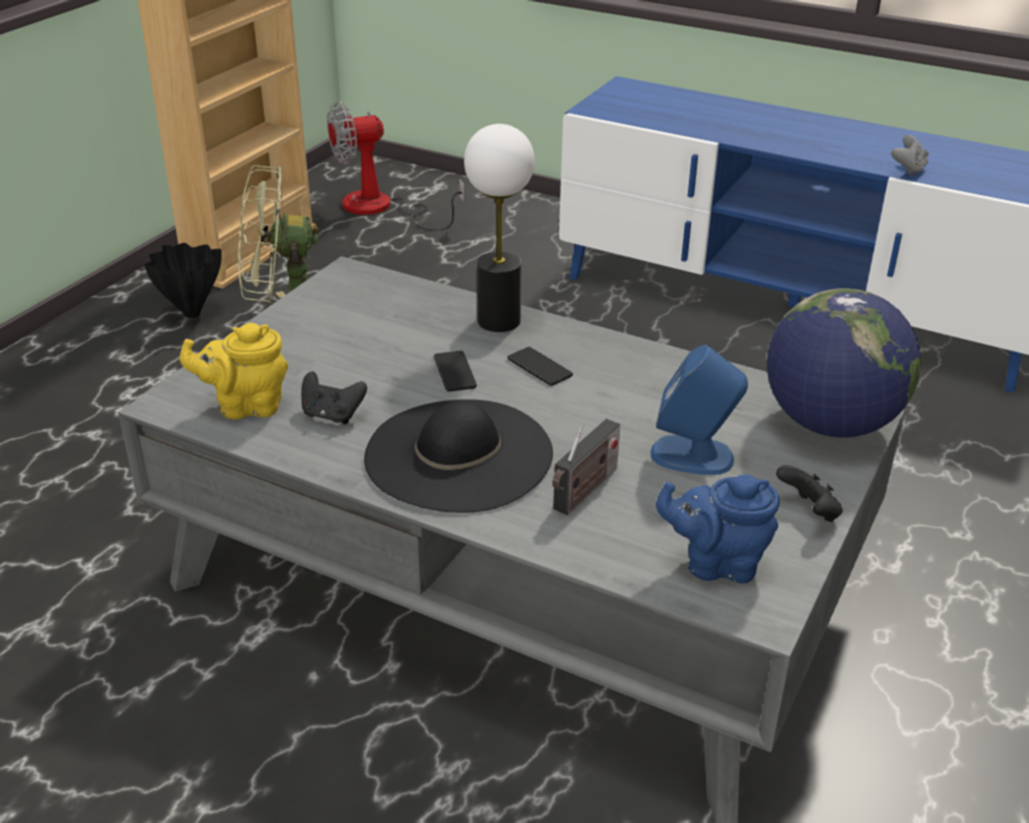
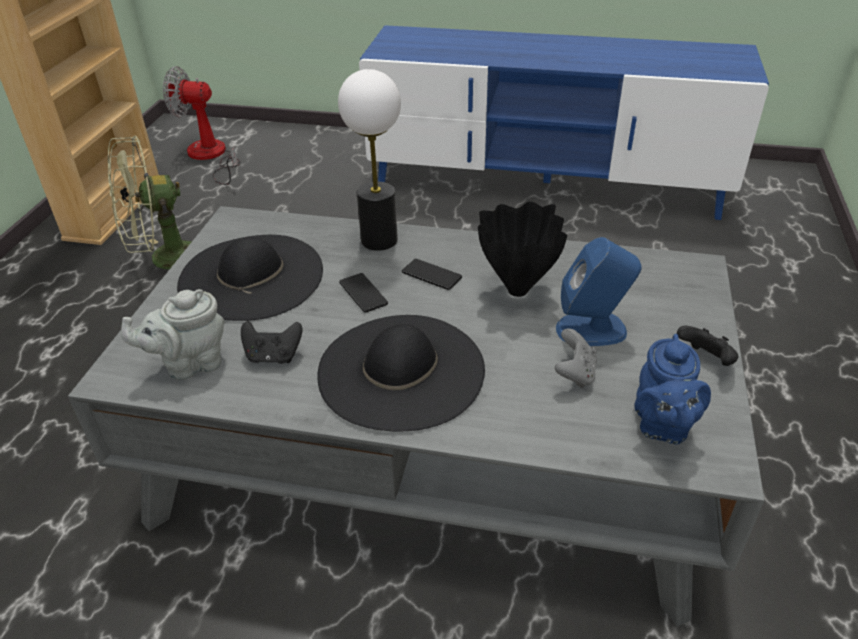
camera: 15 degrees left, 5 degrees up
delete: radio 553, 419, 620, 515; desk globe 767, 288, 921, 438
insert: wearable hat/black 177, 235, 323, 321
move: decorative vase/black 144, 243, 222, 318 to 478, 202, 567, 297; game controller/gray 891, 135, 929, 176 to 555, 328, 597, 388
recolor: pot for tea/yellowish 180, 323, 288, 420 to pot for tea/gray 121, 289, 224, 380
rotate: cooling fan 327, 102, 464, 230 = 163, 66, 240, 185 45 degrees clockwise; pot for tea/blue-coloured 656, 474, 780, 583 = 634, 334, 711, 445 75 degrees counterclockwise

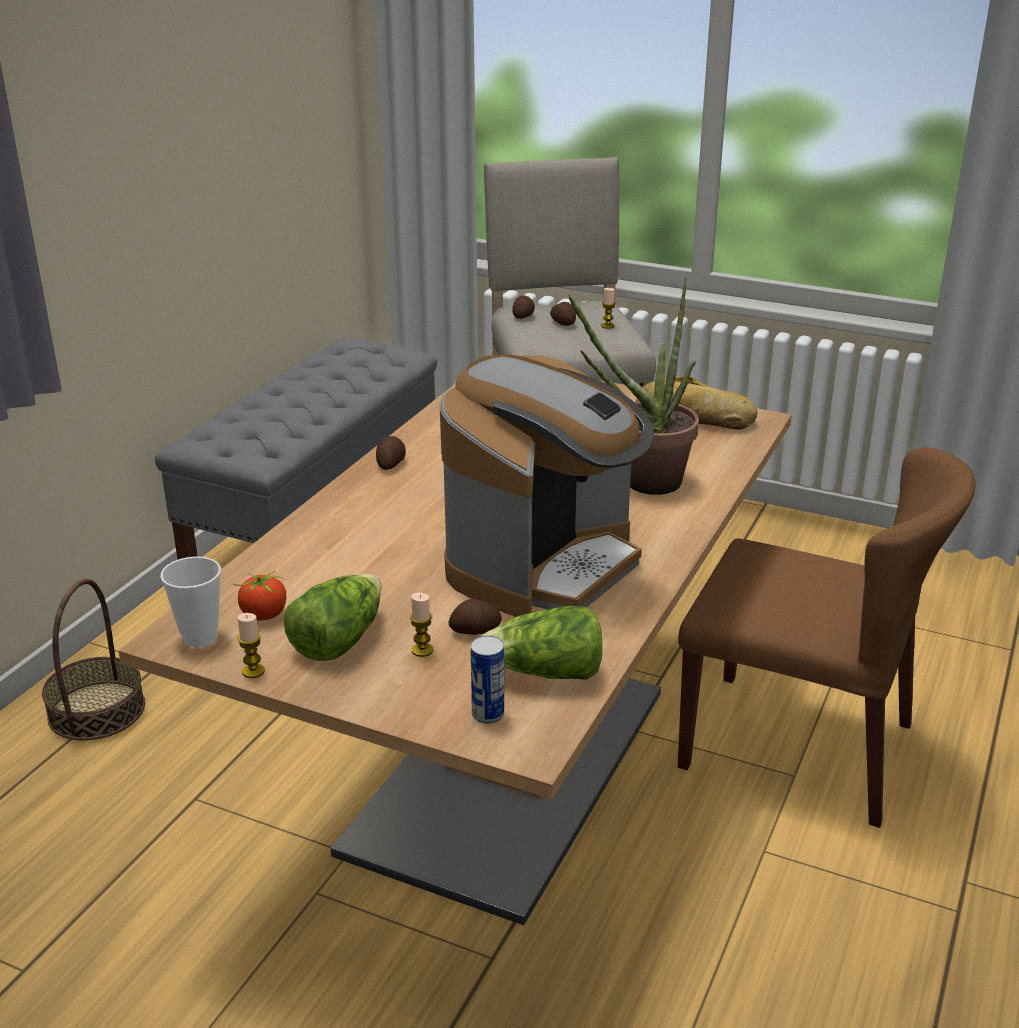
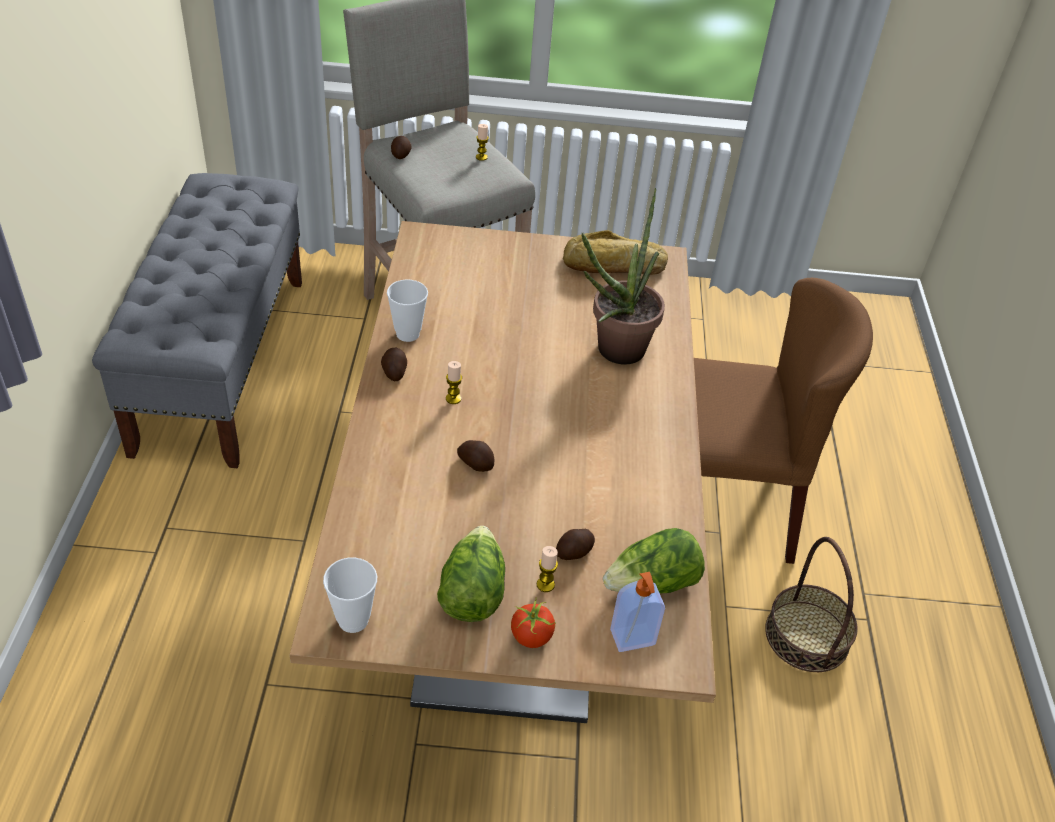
camera: 25 degrees left, 15 degrees up
delete: coffee maker 440, 354, 654, 617
insert: drinking cup 387, 279, 428, 342
move: basket 42, 579, 145, 741 to 765, 537, 858, 672; whole tomato 233, 571, 286, 621 to 511, 597, 556, 648; wax light 237, 613, 265, 678 to 446, 361, 462, 404; potato 550, 302, 576, 326 to 457, 440, 495, 472
replace: metal can 471, 636, 504, 724 to soap dispenser 610, 572, 665, 652

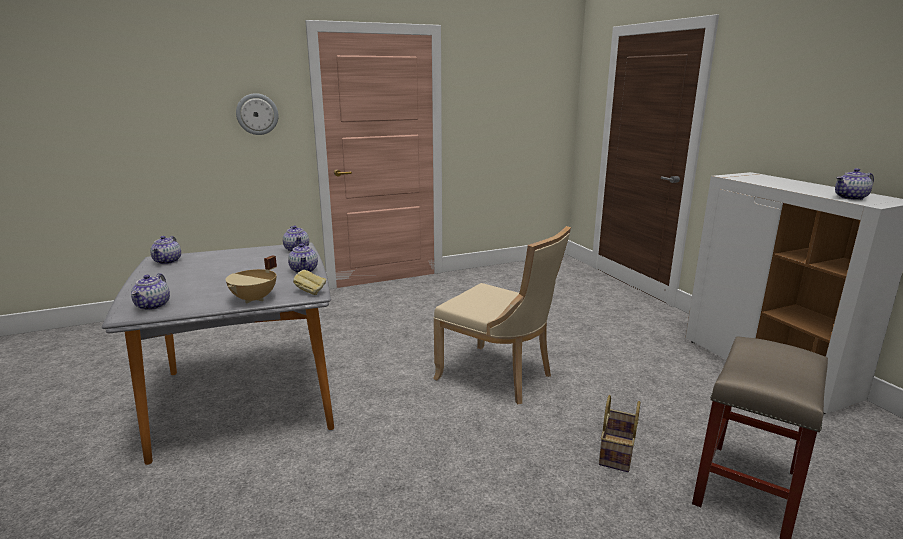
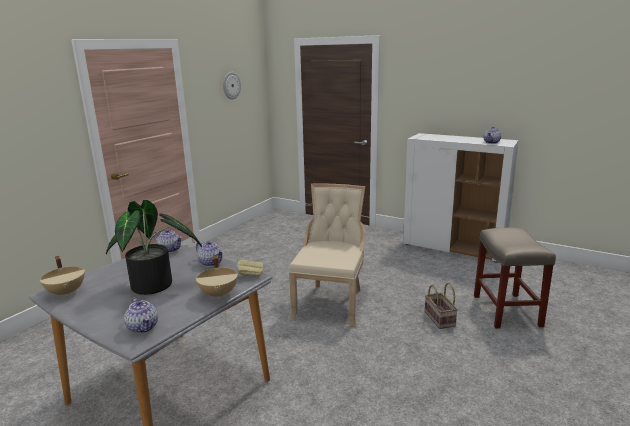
camera: 35 degrees left, 0 degrees up
insert: plant in a pot 106, 200, 202, 295
move: clock on the wall 236, 93, 279, 135 to 223, 72, 241, 100
replace: pot for tea 150, 236, 181, 264 to saucepot/beige 40, 256, 85, 297
rotate: upright chair/beige 433, 226, 571, 404 = 289, 184, 366, 326 75 degrees counterclockwise

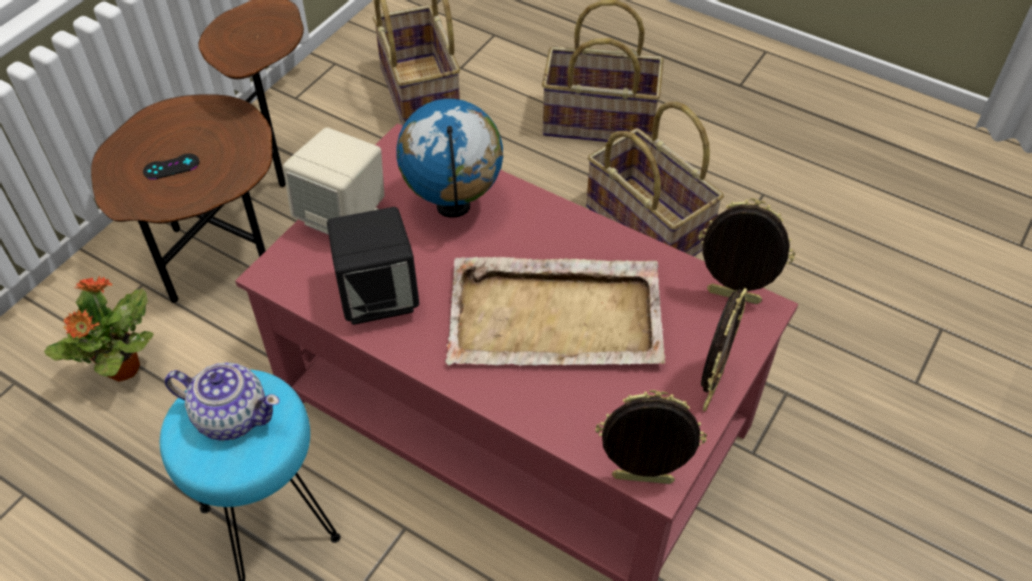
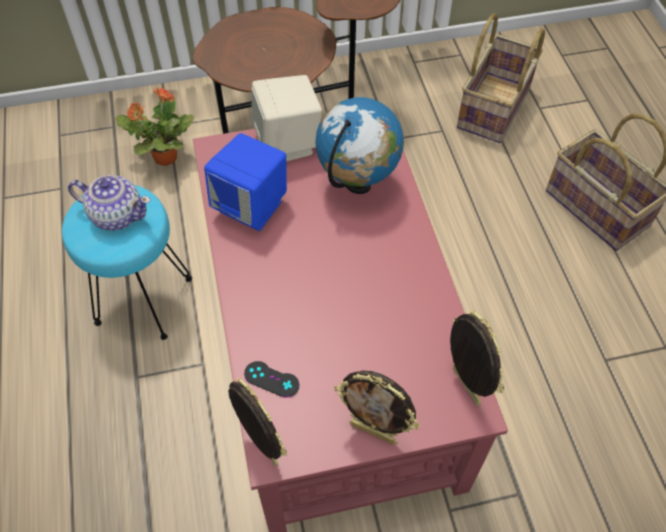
camera: 45 degrees right, 5 degrees up
delete: tray/beige 445, 257, 665, 366; basket 586, 102, 724, 256
move: game controller/black 143, 153, 199, 180 to 244, 361, 299, 398
recolor: loudspeaker/black 327, 207, 419, 325 to loudspeaker/blue-coloured 204, 133, 287, 231
rotate: pot for tea 165, 362, 280, 441 = 68, 175, 151, 231 45 degrees counterclockwise; photo frame 701, 288, 747, 412 = 334, 370, 420, 445 45 degrees clockwise

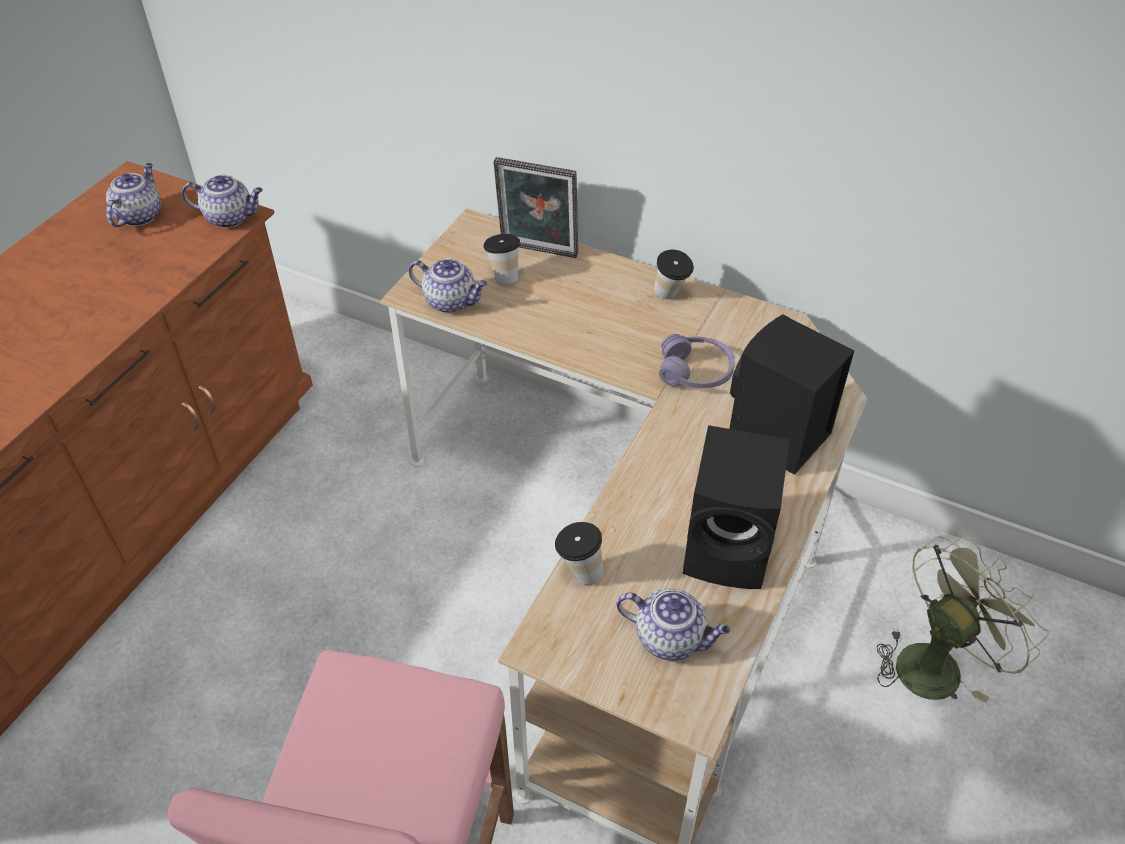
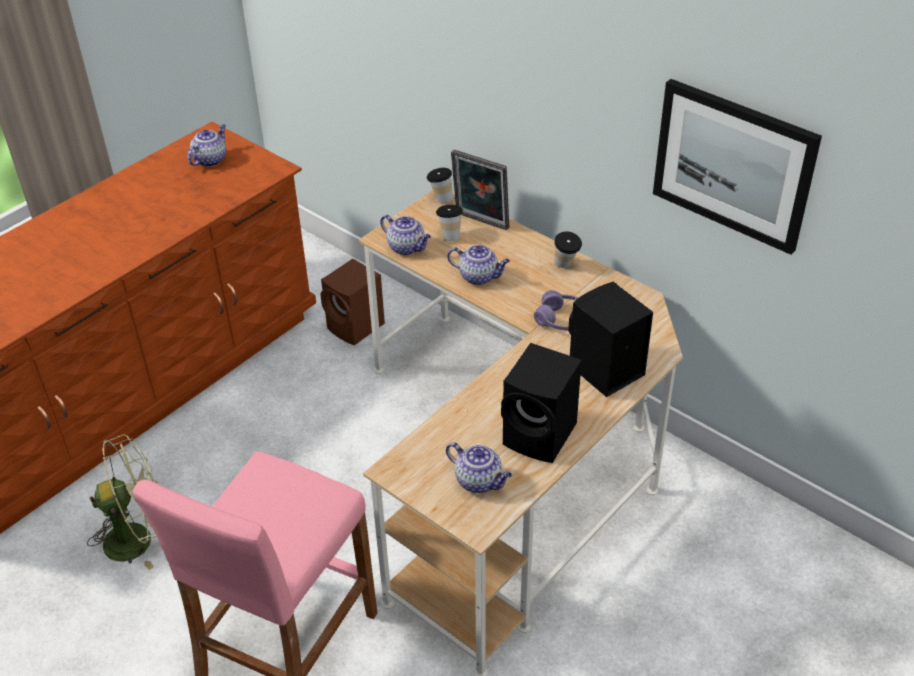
camera: 15 degrees right, 5 degrees down
insert: loudspeaker/brown 320, 259, 385, 346; picture 653, 79, 822, 255
move: pot for tea 182, 175, 263, 228 to 447, 245, 510, 285; drinking cup 555, 522, 604, 585 to 427, 168, 453, 203; cooling fan/green 877, 535, 1049, 703 to 87, 435, 158, 570

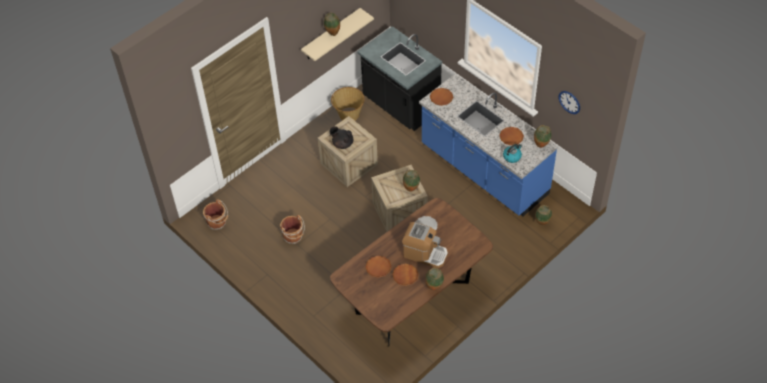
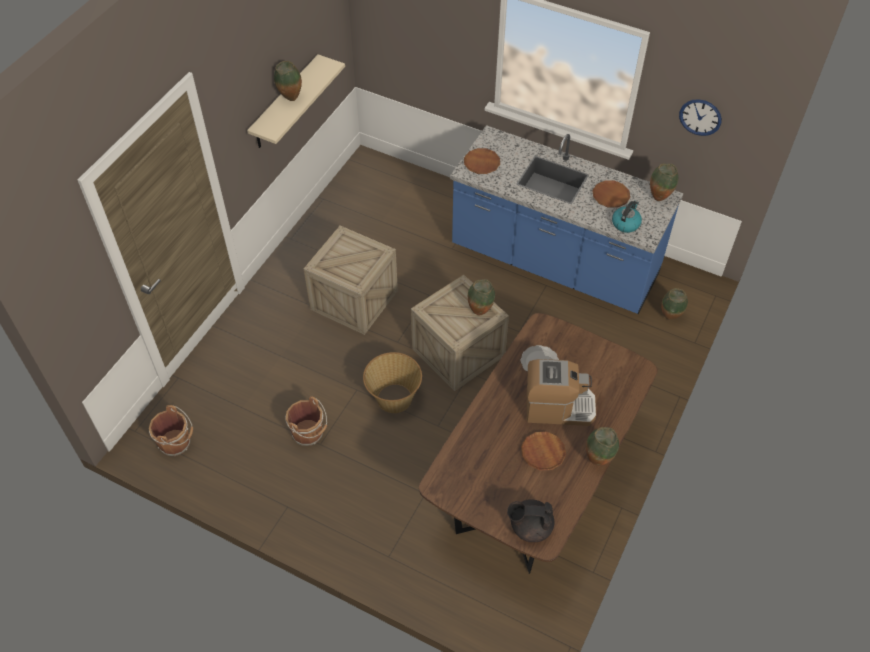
camera: 20 degrees left, 0 degrees up
delete: kitchen counter/black 357, 26, 442, 131; flat dish/brown 366, 256, 391, 278
move: pot for tea/black 329, 126, 353, 149 to 507, 499, 554, 542; basket 331, 87, 364, 121 to 363, 352, 422, 413

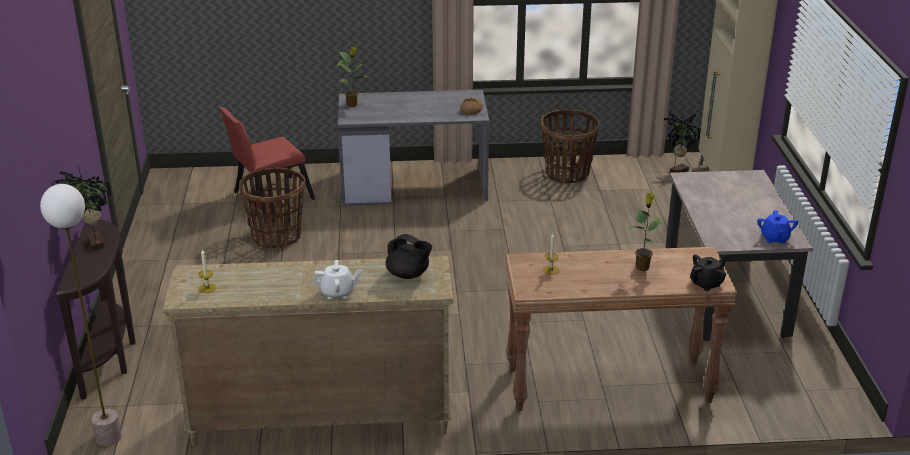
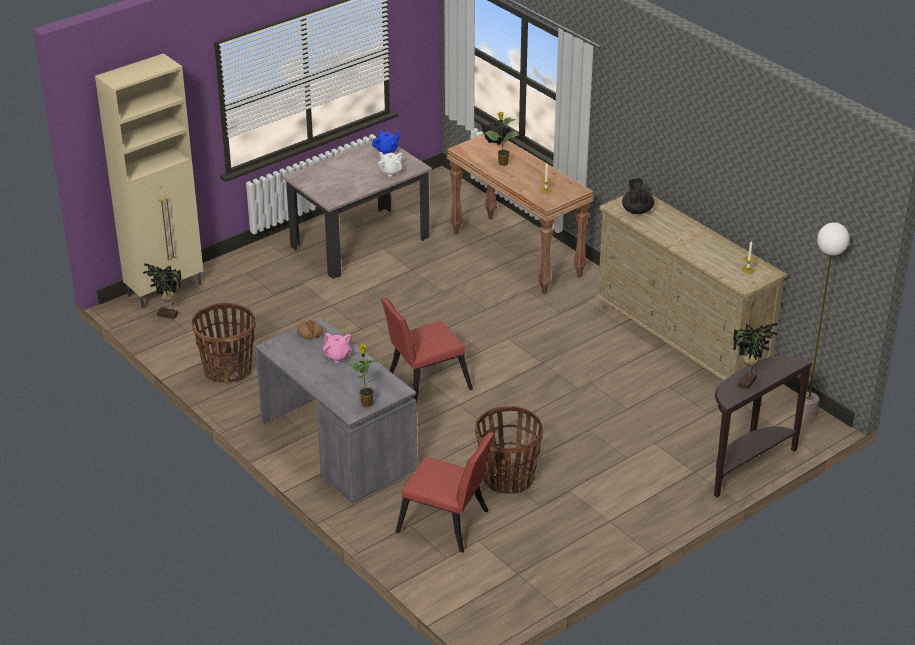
camera: 125 degrees left, 5 degrees up
insert: pot for tea/pink-coloured 323, 333, 351, 363; upright chair/red 381, 297, 473, 404
move: pot for tea/white 313, 260, 362, 299 to 378, 152, 402, 177

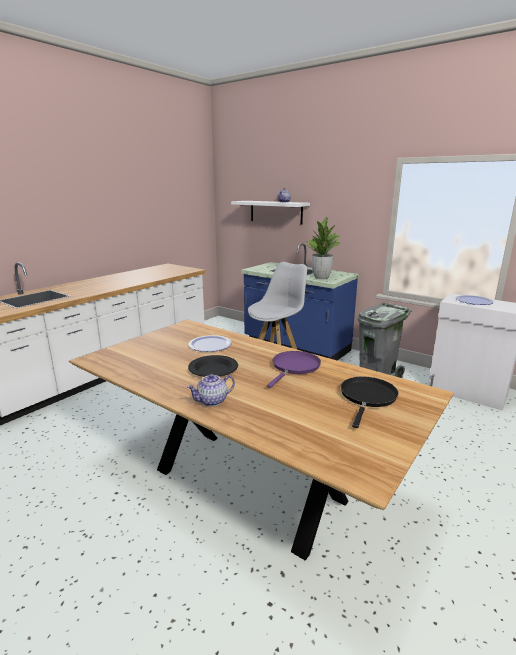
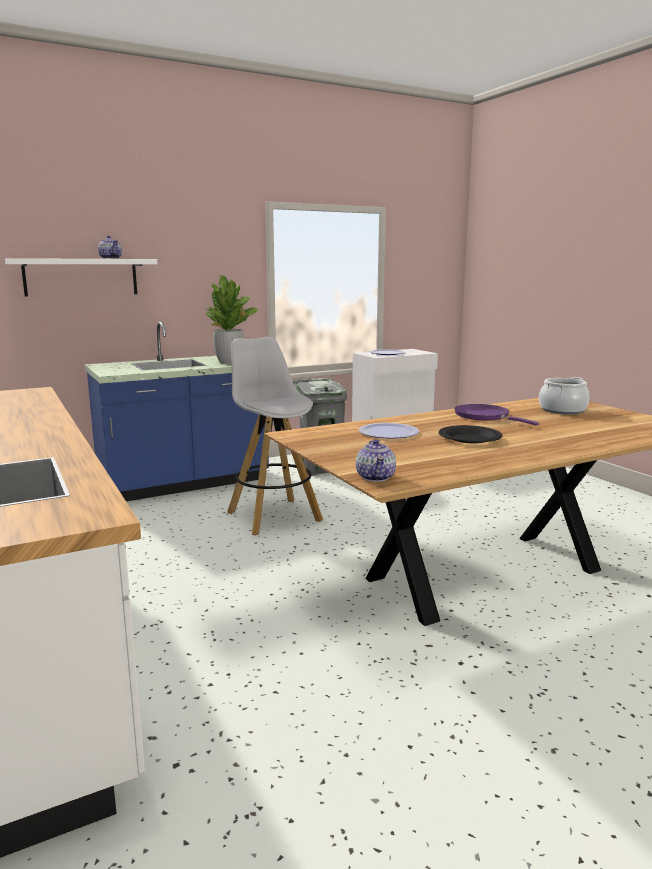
camera: 65 degrees left, 5 degrees down
move: pot for tea 187, 374, 235, 407 to 356, 439, 396, 482
replace: skillet/black 341, 377, 399, 428 to saucepot 539, 377, 589, 414

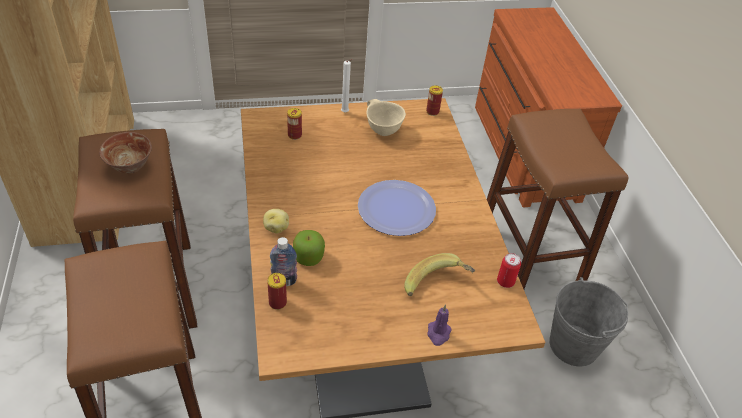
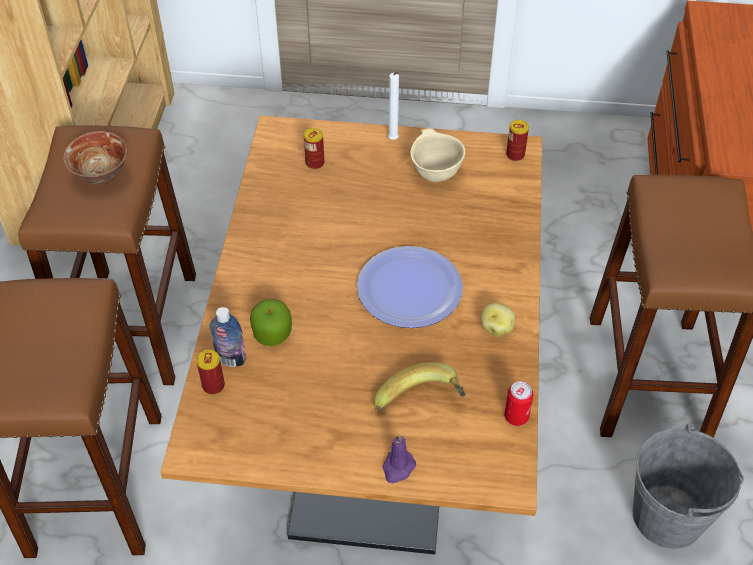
camera: 20 degrees right, 5 degrees up
move: potato 263, 209, 289, 234 to 481, 303, 515, 336

